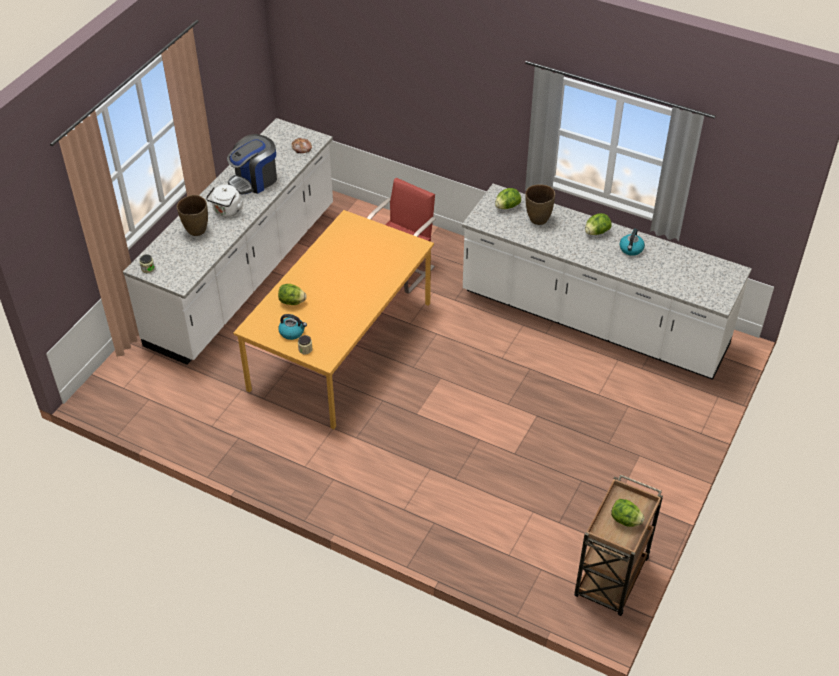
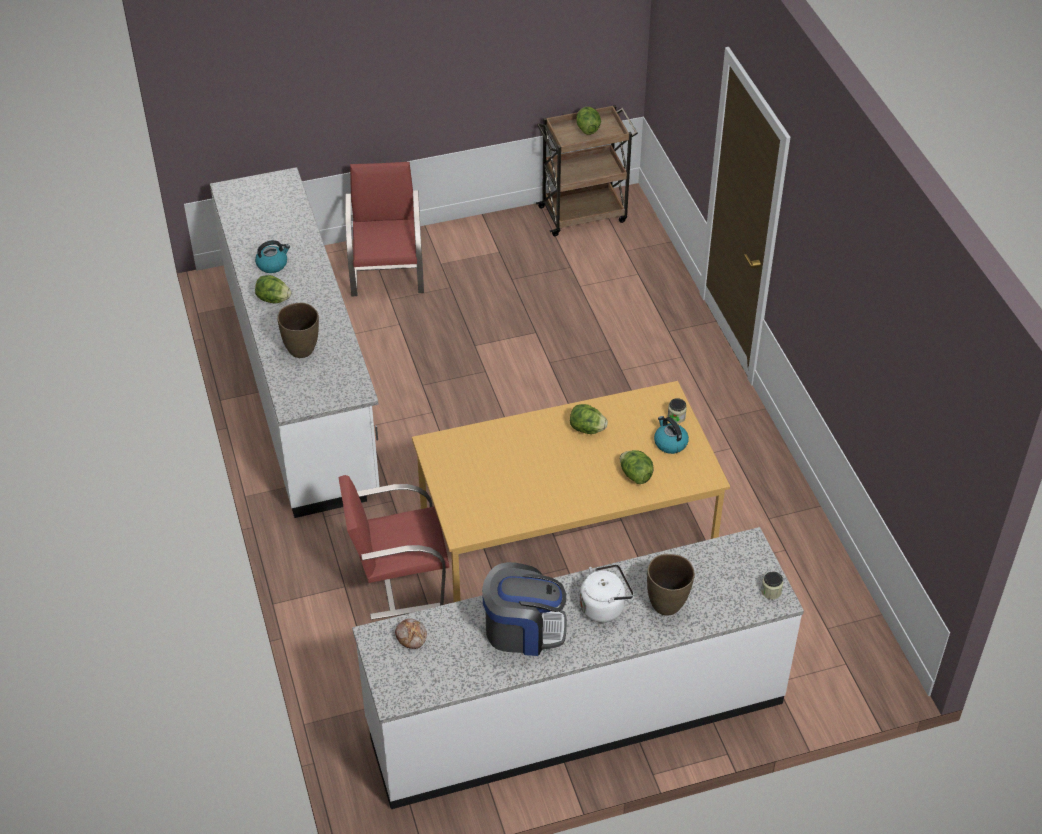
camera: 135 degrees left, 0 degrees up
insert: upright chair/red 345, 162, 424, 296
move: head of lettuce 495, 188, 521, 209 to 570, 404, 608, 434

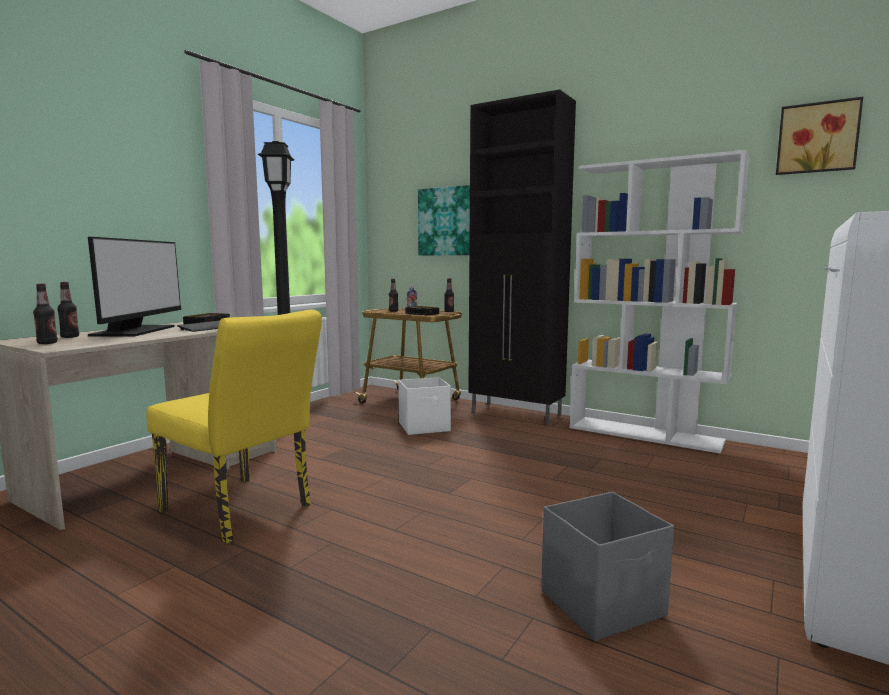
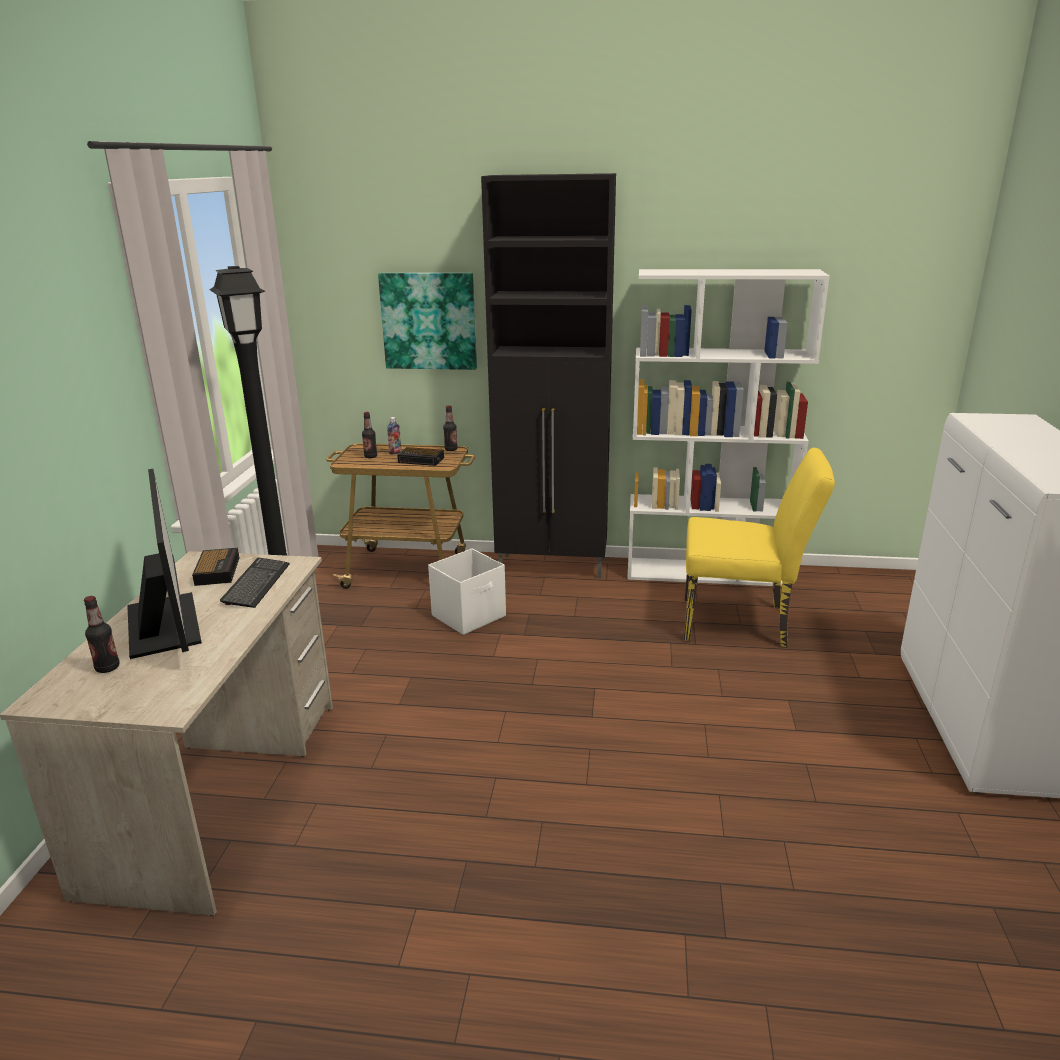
camera: 25 degrees left, 15 degrees up
delete: drink bottle 33, 284, 58, 344; storage box/gray 541, 492, 674, 641; picture 776, 97, 863, 175
move: upright chair/yellowish 146, 310, 322, 544 to 684, 448, 835, 648

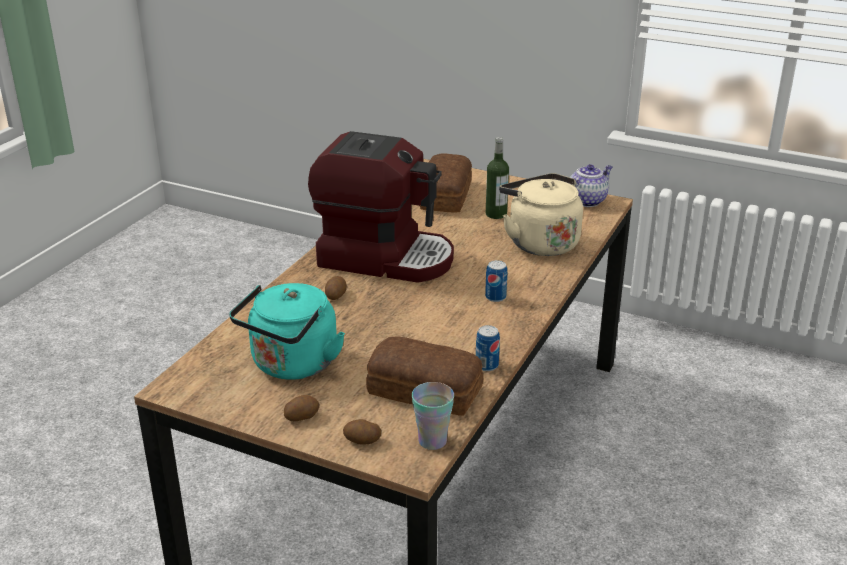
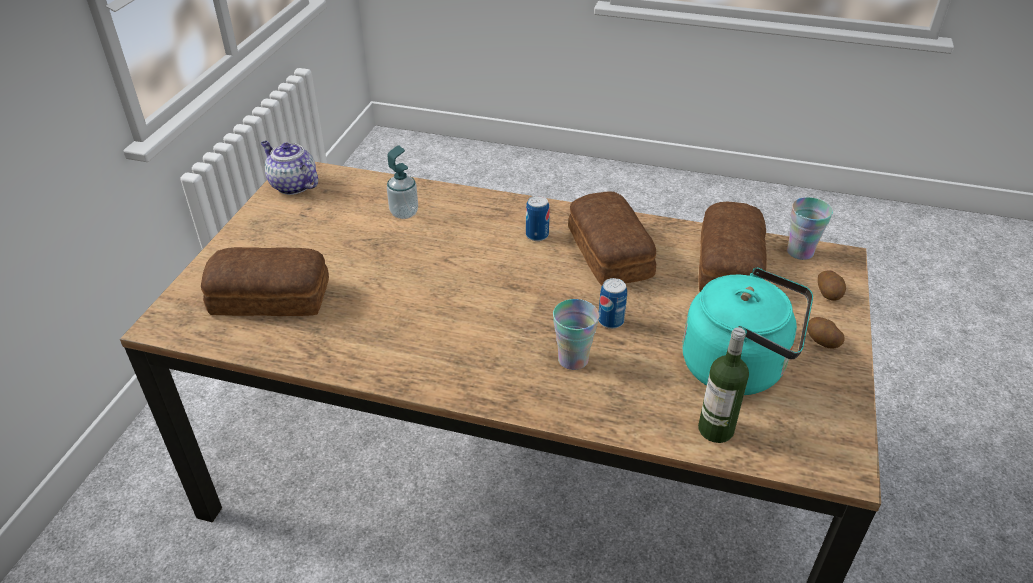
camera: 100 degrees left, 10 degrees up
delete: coffee maker 308, 131, 454, 283
insert: bread 568, 191, 656, 286
move: metal can 476, 325, 500, 371 to 598, 278, 627, 329; drink bottle 486, 137, 509, 219 to 698, 327, 749, 443
replace: potato 325, 276, 347, 300 to drinking cup 553, 299, 599, 370; tea kettle/beige 499, 173, 583, 256 to soap dispenser 387, 146, 418, 219

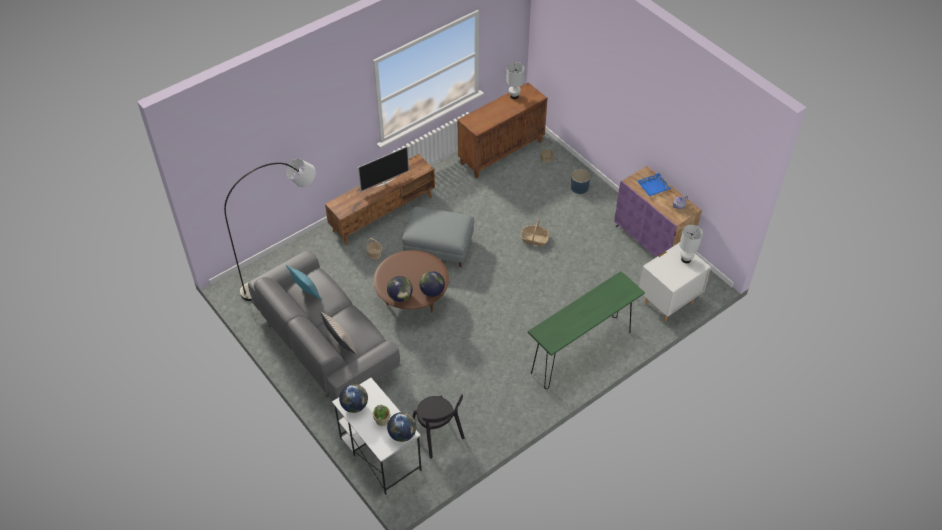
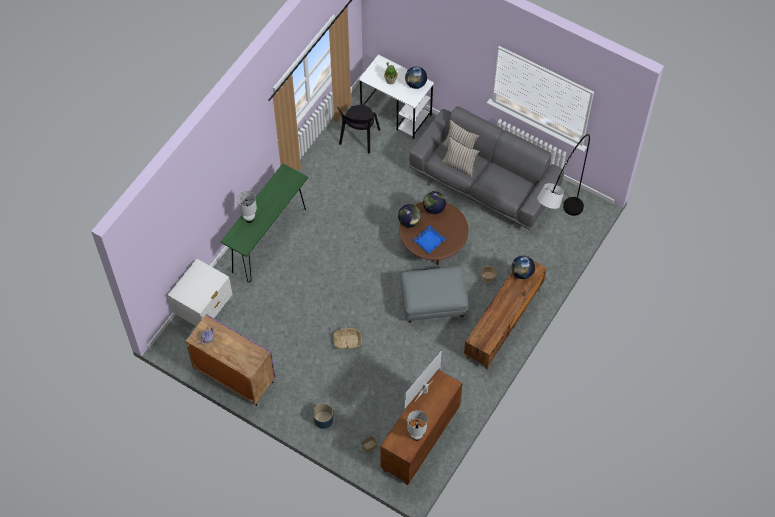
camera: 160 degrees right, 10 degrees up
delete: cushion/turquoise-coloured 286, 265, 322, 301
insert: cushion/beige 442, 136, 480, 177
move: television 358, 146, 409, 191 to 404, 351, 442, 409; desk globe 387, 412, 416, 442 to 511, 256, 535, 279; tray/blue-coloured 637, 173, 672, 196 to 413, 225, 446, 254; lamp for a table/white 680, 225, 703, 263 to 237, 191, 257, 223
rotate: upright chair/black 413, 394, 465, 459 = 337, 105, 380, 154 105 degrees counterclockwise

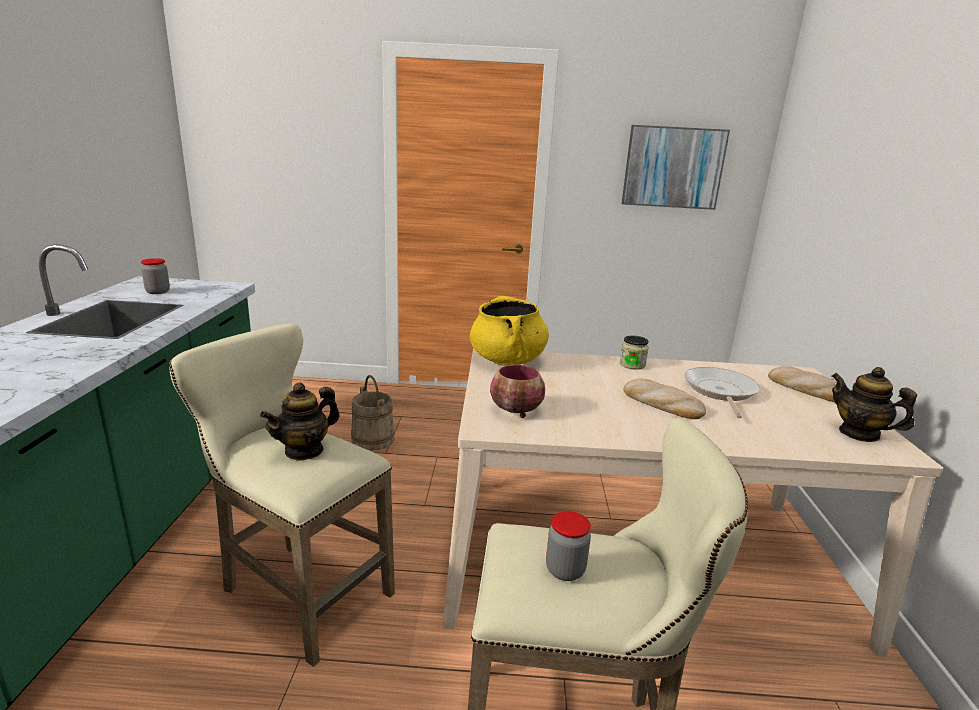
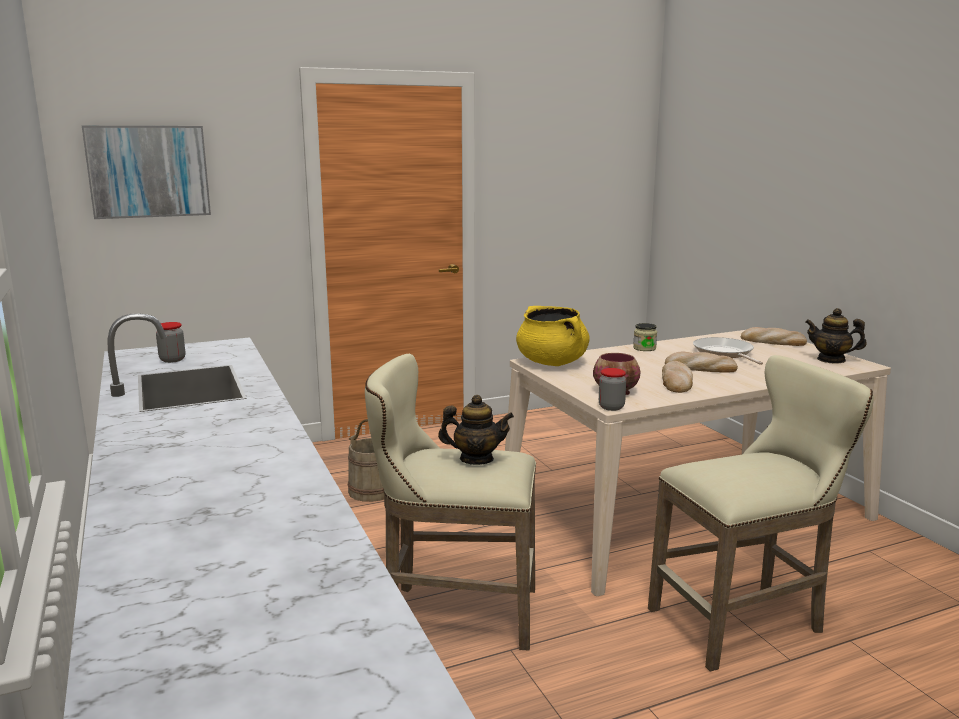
camera: 25 degrees left, 5 degrees down
insert: bread 662, 361, 693, 393
move: storage jar 546, 511, 591, 581 to 599, 368, 626, 411; picture 622, 125, 730, 210 to 82, 126, 211, 219
rotate: pot for tea 260, 382, 340, 461 = 438, 395, 514, 465 105 degrees counterclockwise

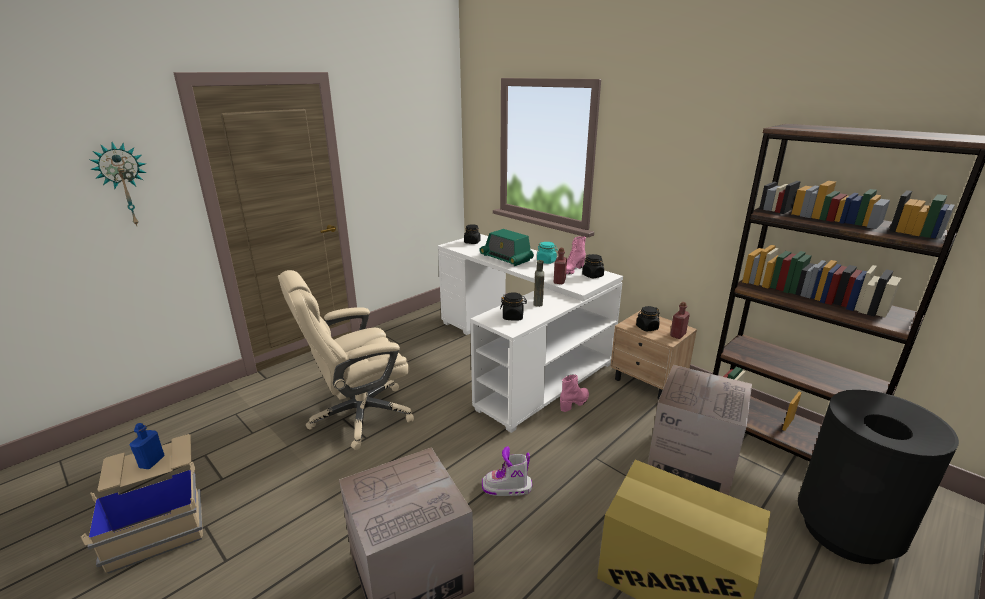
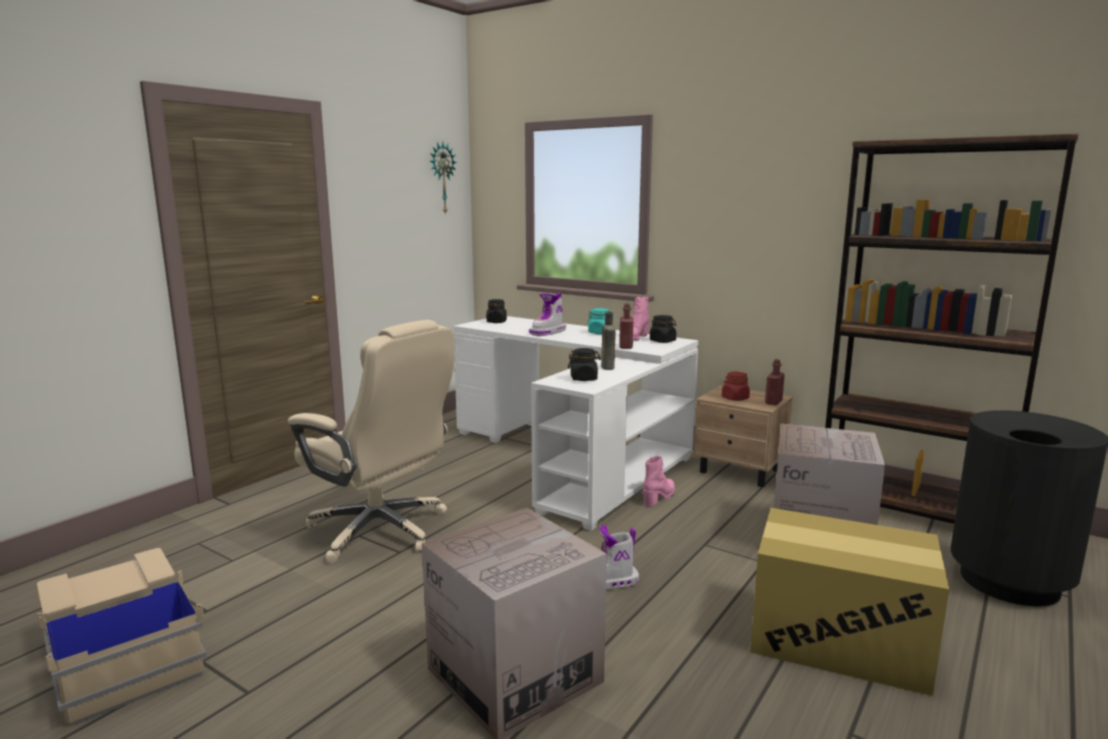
camera: 10 degrees left, 10 degrees down
delete: drink bottle/blue-coloured 130, 423, 165, 469
move: clock on the wall 90, 142, 147, 226 to 430, 142, 457, 215
replace: radio 479, 229, 534, 266 to boot 529, 292, 566, 336
recolor: storage jar/black 636, 306, 660, 331 to storage jar/red 722, 372, 750, 401
rotate: office chair/beige 278, 270, 414, 450 = 288, 320, 455, 563 105 degrees counterclockwise

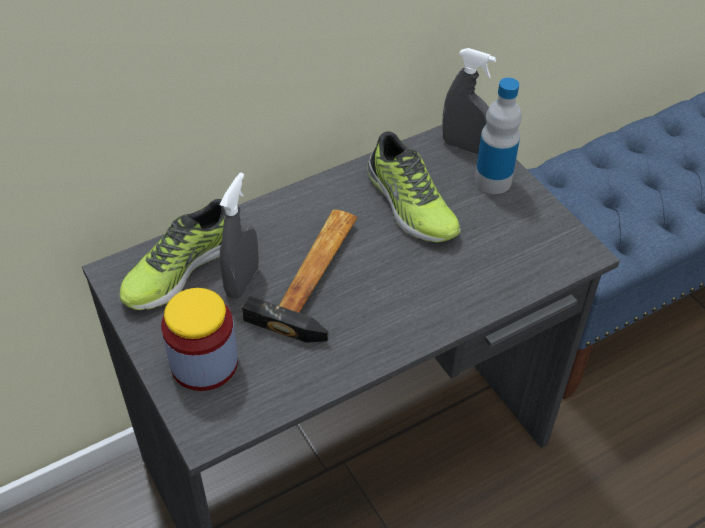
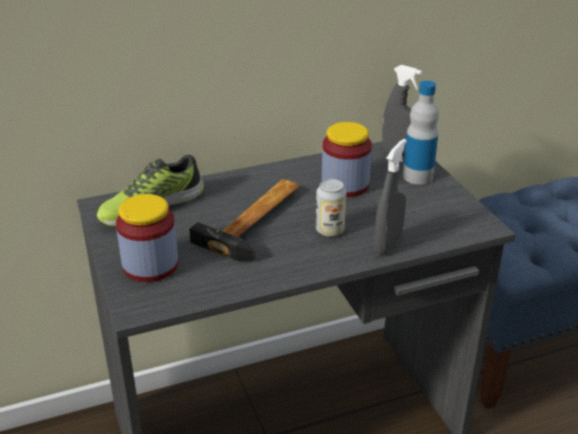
camera: 10 degrees right, 15 degrees down
insert: metal can 316, 179, 346, 237
move: hand sprayer/gray 219, 172, 259, 299 to 374, 139, 407, 255
replace: shoe 367, 132, 461, 242 to storage jar 322, 122, 372, 197

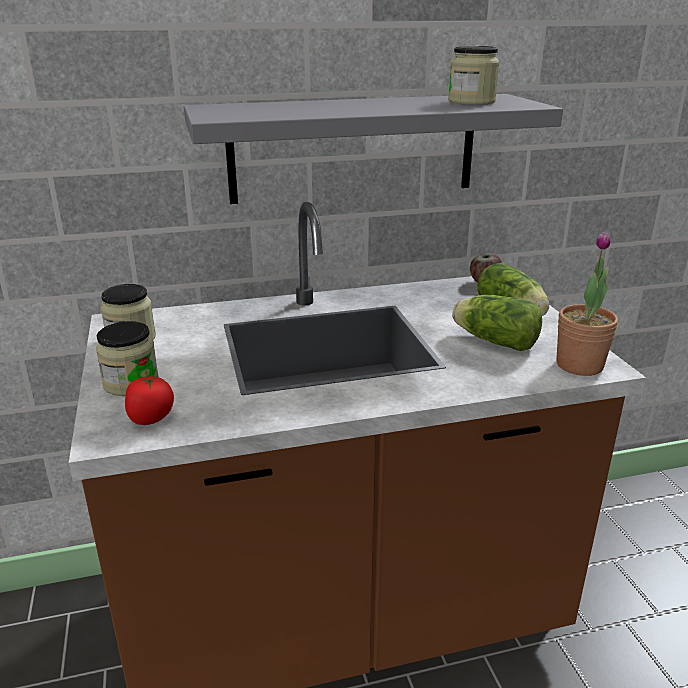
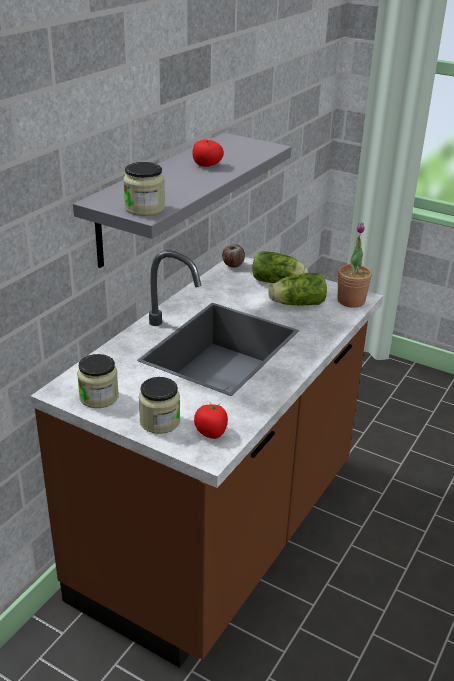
camera: 45 degrees left, 5 degrees up
insert: whole tomato 192, 140, 224, 167
move: storage jar 448, 46, 499, 105 to 123, 162, 165, 216

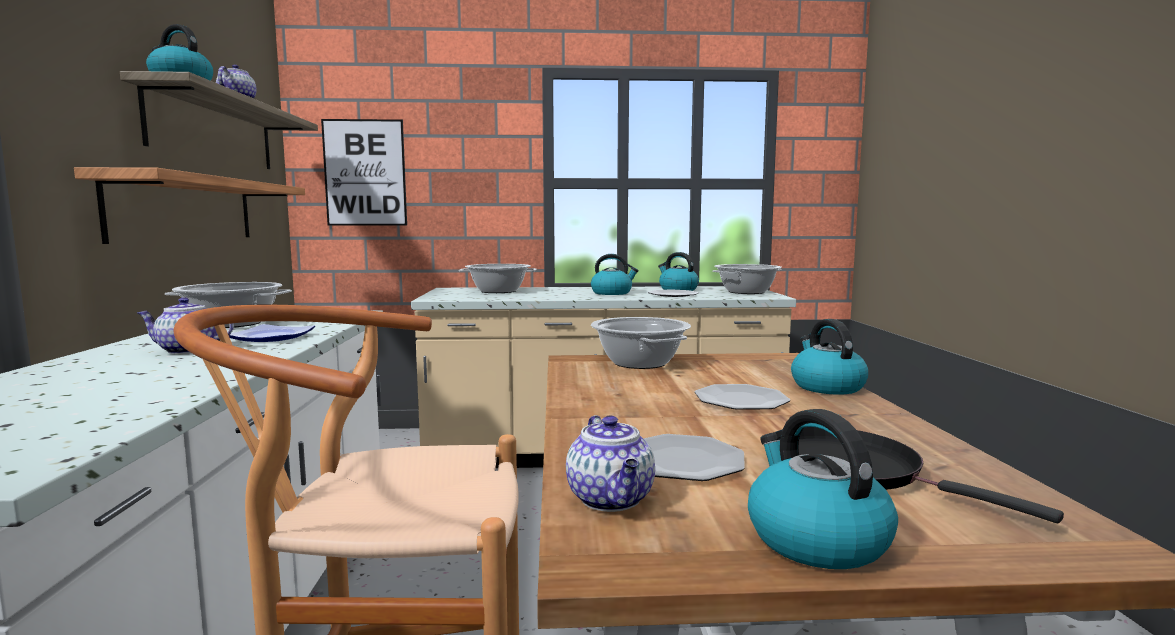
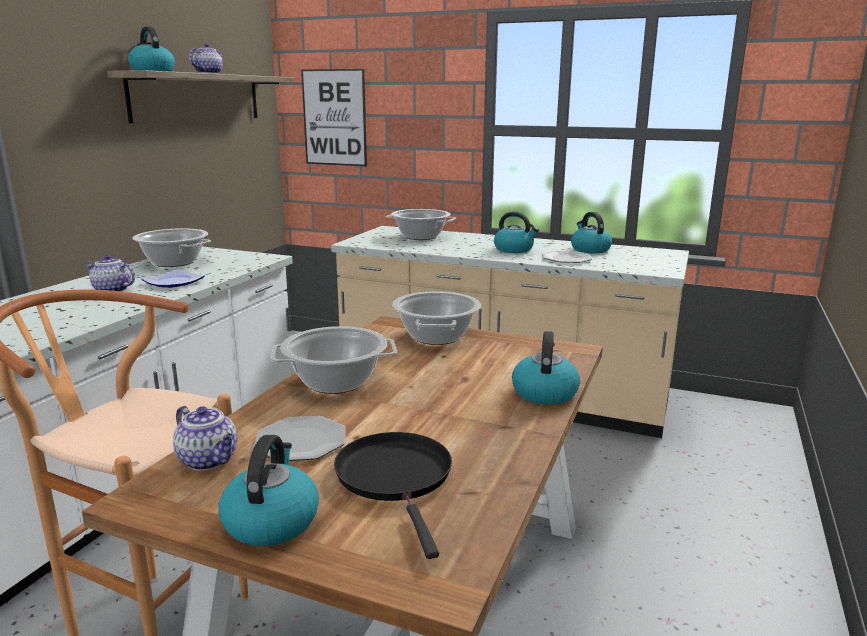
camera: 25 degrees right, 10 degrees up
delete: bracket shelf 74, 167, 305, 244; flat dish 695, 384, 790, 410
move: saucepot 712, 264, 782, 294 to 271, 326, 397, 394
rotate: pot for tea 566, 415, 655, 512 = 173, 406, 237, 470 60 degrees counterclockwise

